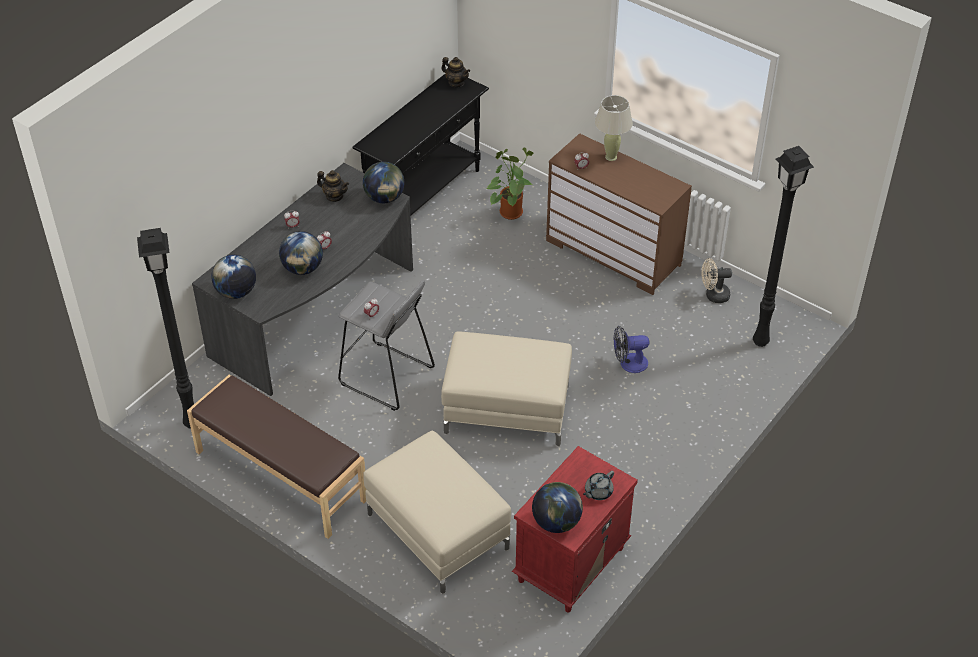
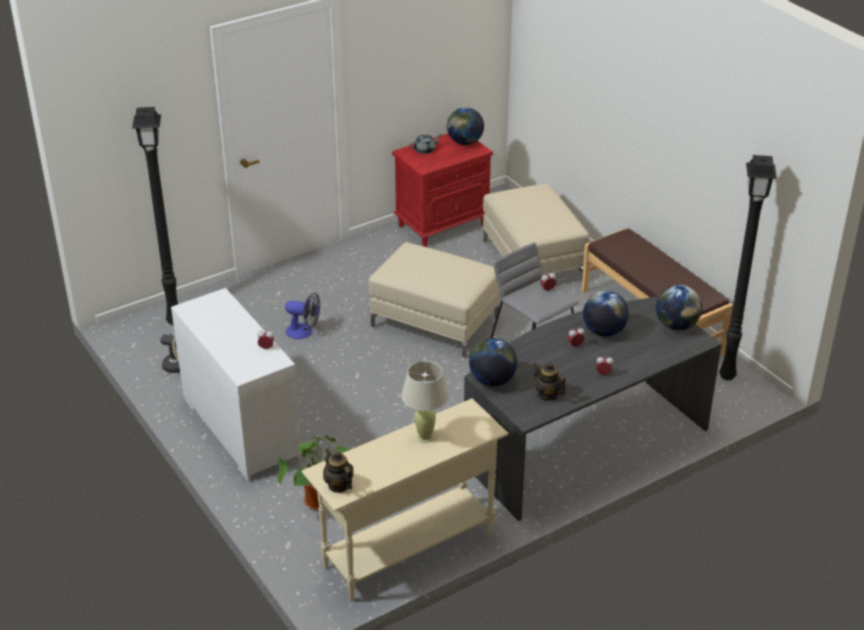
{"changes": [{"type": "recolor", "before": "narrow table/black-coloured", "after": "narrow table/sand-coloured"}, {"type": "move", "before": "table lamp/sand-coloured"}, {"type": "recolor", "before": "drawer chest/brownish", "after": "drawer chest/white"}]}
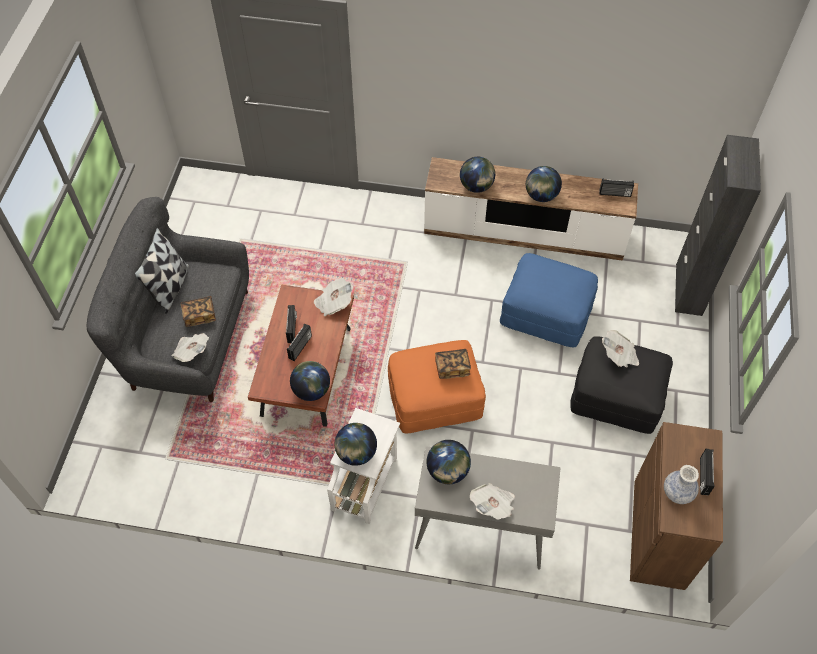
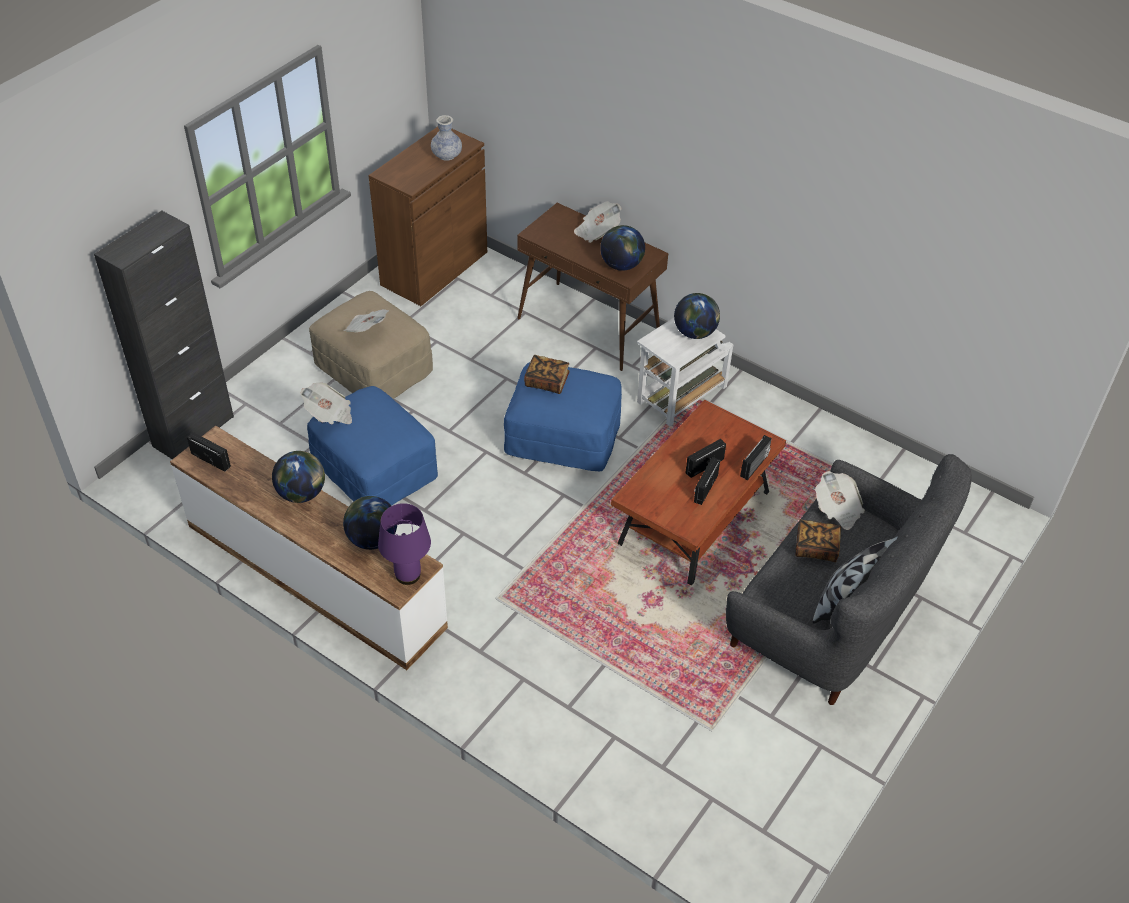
{"changes": [{"type": "move", "before": "newspaper (2nd from left in the first image)", "after": "newspaper (1st from left)"}, {"type": "recolor", "before": "footrest/black-coloured", "after": "footrest/sand-coloured"}, {"type": "recolor", "before": "footrest/orange", "after": "footrest/blue-coloured (2nd from left)"}, {"type": "delete", "before": "globe (1st from left)"}, {"type": "recolor", "before": "narrow table/grey", "after": "narrow table/brownish"}, {"type": "move", "before": "radio set (4th from left)"}, {"type": "insert", "after": "table lamp/purple"}]}
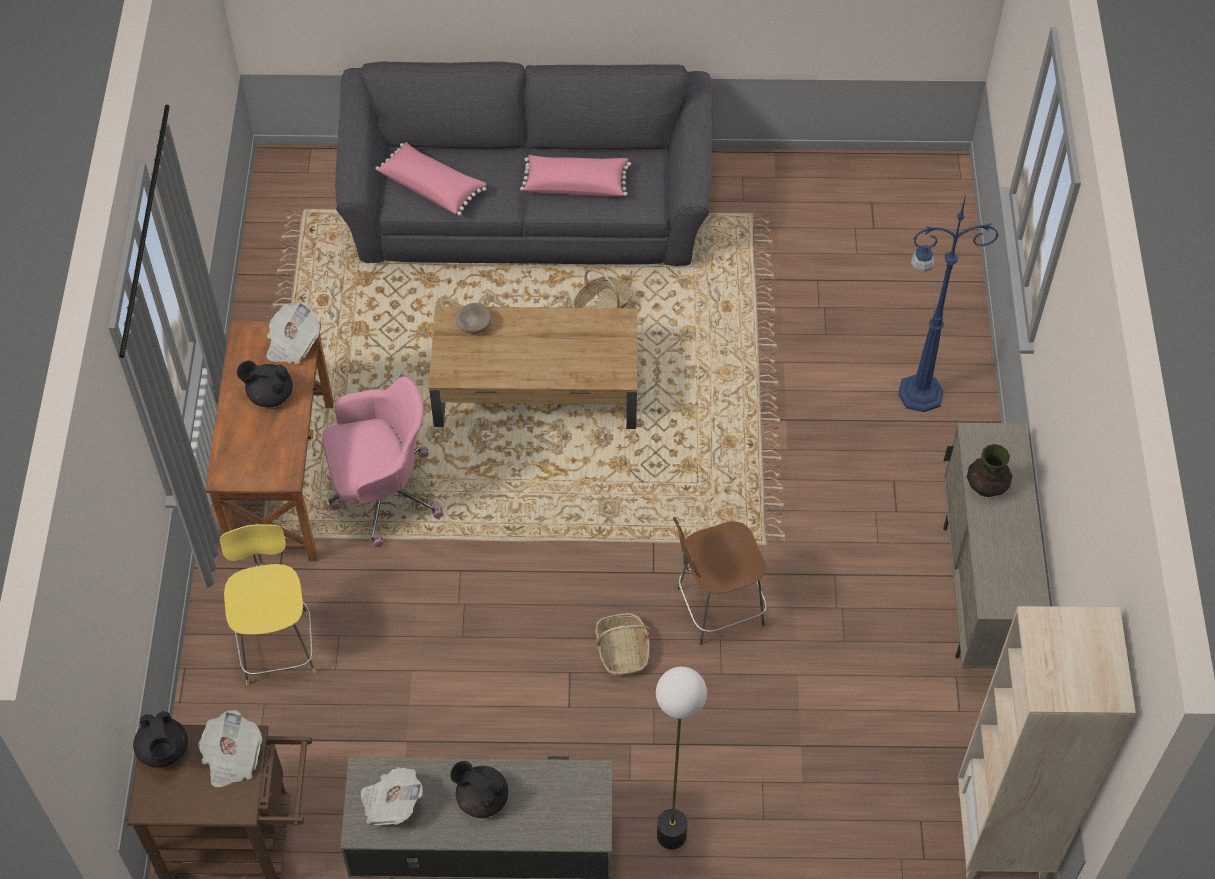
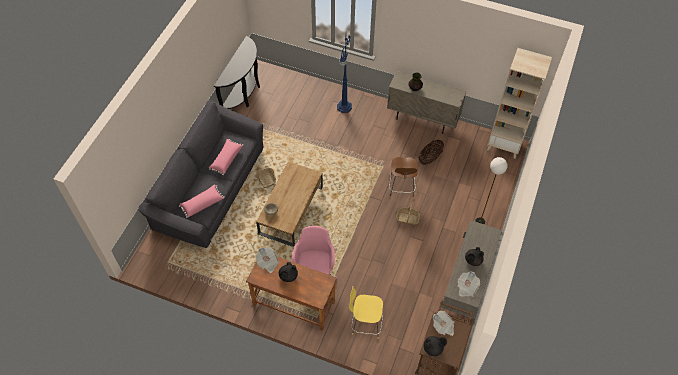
{"changes": [{"type": "insert", "after": "narrow table/black-coloured"}, {"type": "insert", "after": "household basket (3rd from left)"}]}
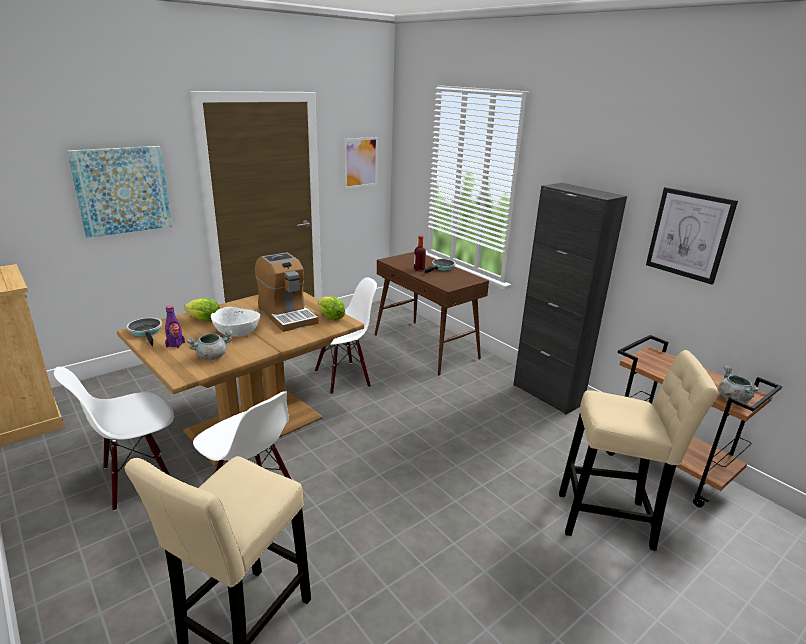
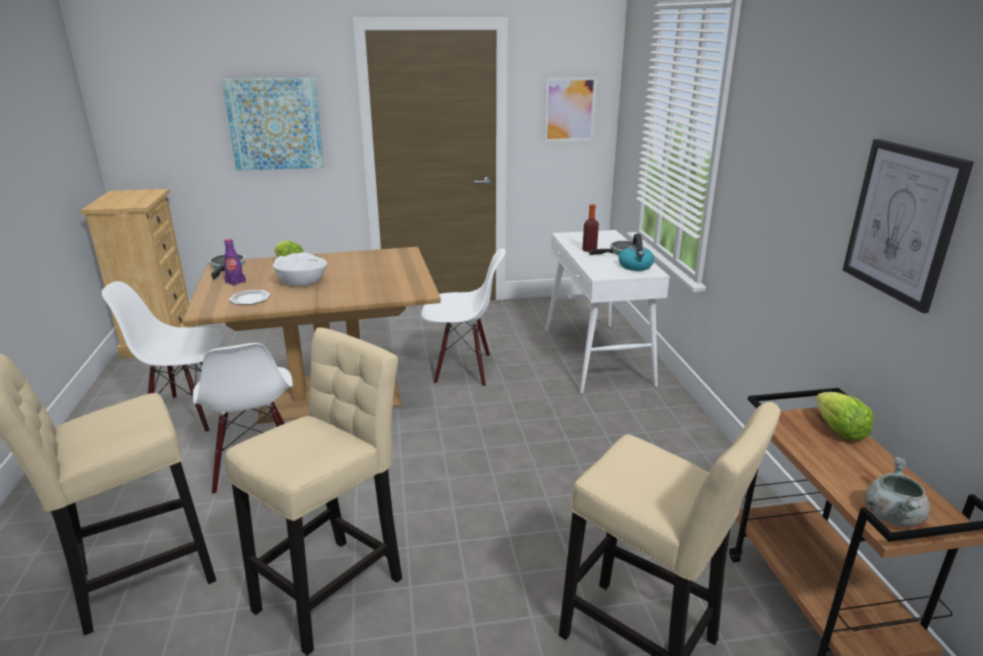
{"changes": [{"type": "delete", "before": "cupboard/black-coloured"}, {"type": "delete", "before": "coffee machine"}, {"type": "recolor", "before": "narrow table/brownish", "after": "narrow table/white"}, {"type": "move", "before": "lettuce (2nd from left)"}, {"type": "replace", "before": "cooking pot/grey (1st from left)", "after": "plate"}, {"type": "insert", "after": "tea kettle"}, {"type": "insert", "after": "stool seat/sand-coloured (2nd from left)"}]}
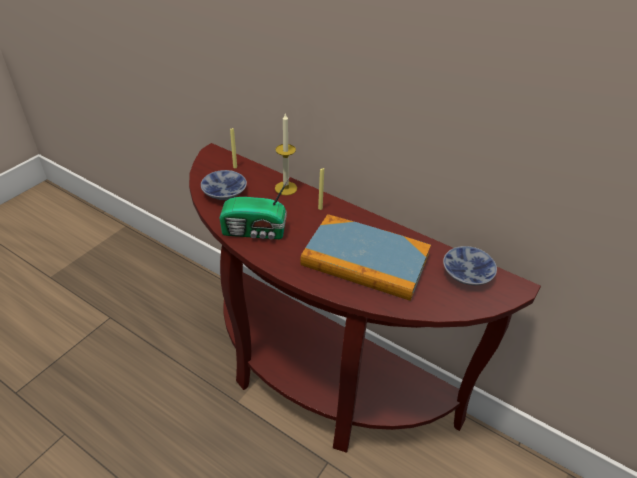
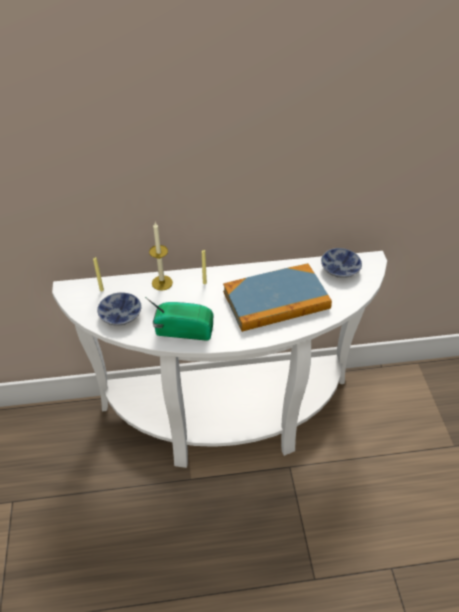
{"changes": [{"type": "recolor", "before": "narrow table/brownish", "after": "narrow table/white"}, {"type": "rotate", "before": "radio set", "turn": -135}]}
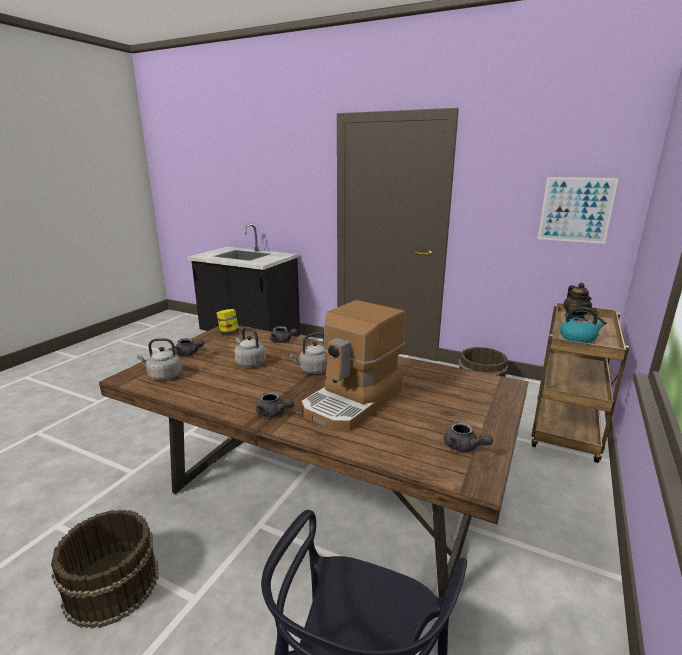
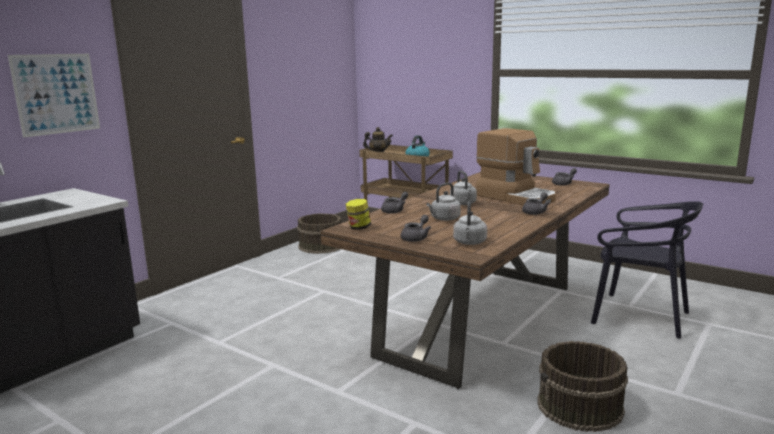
{"changes": [{"type": "move", "before": "picture"}]}
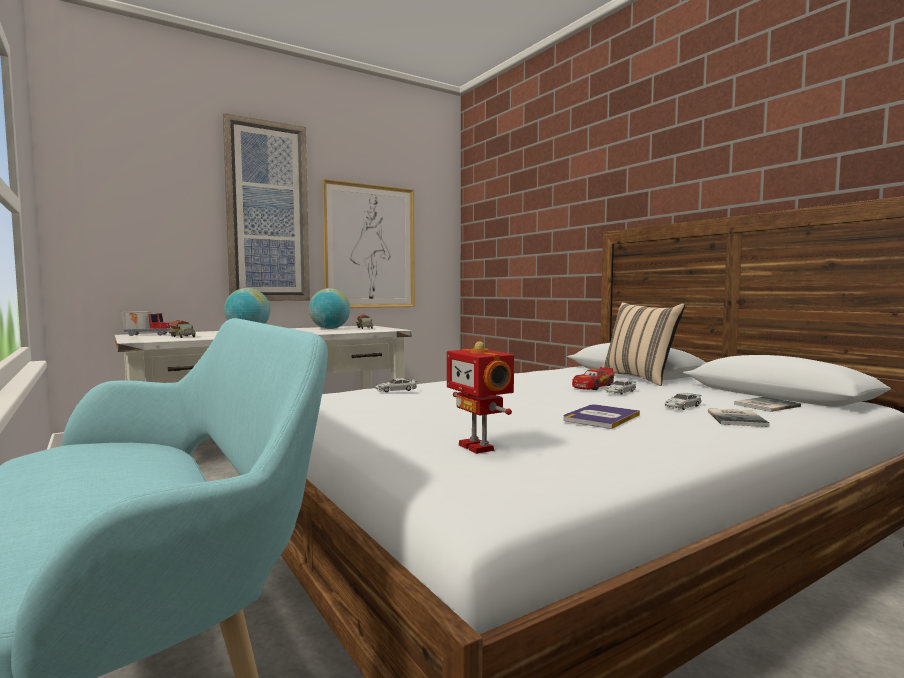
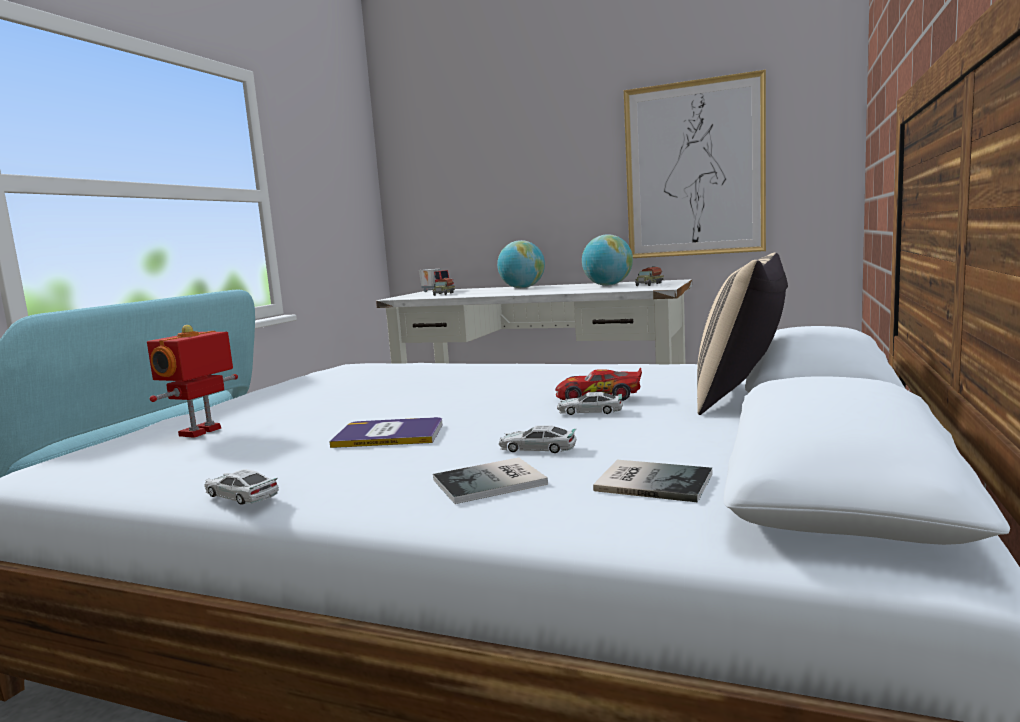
{"changes": [{"type": "delete", "before": "picture (1st from left)"}, {"type": "move", "before": "miniature car (1st from left)"}]}
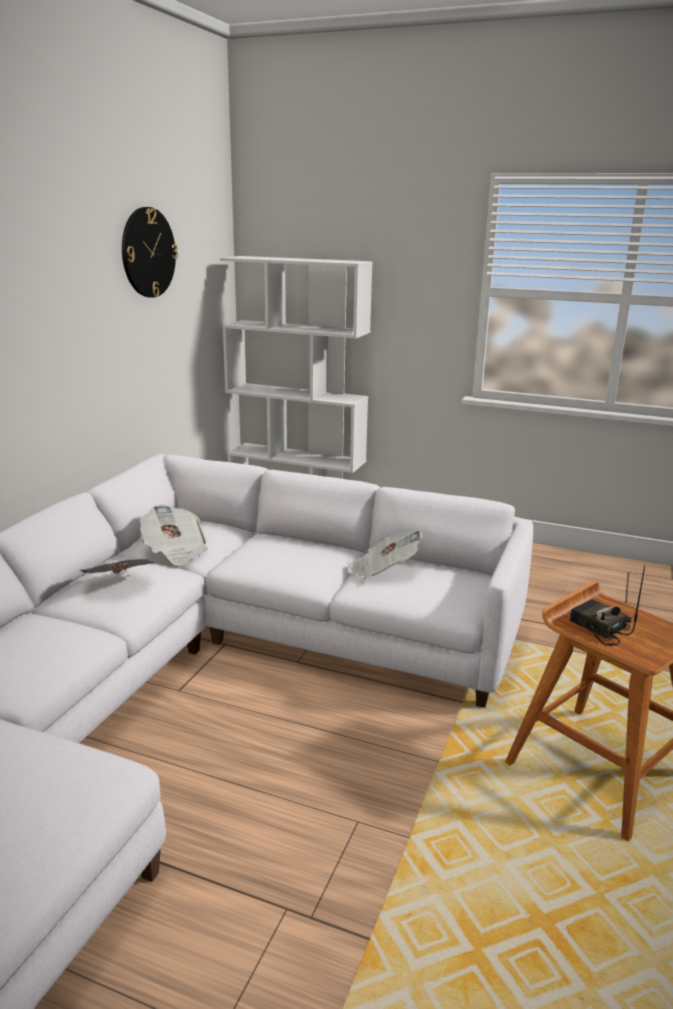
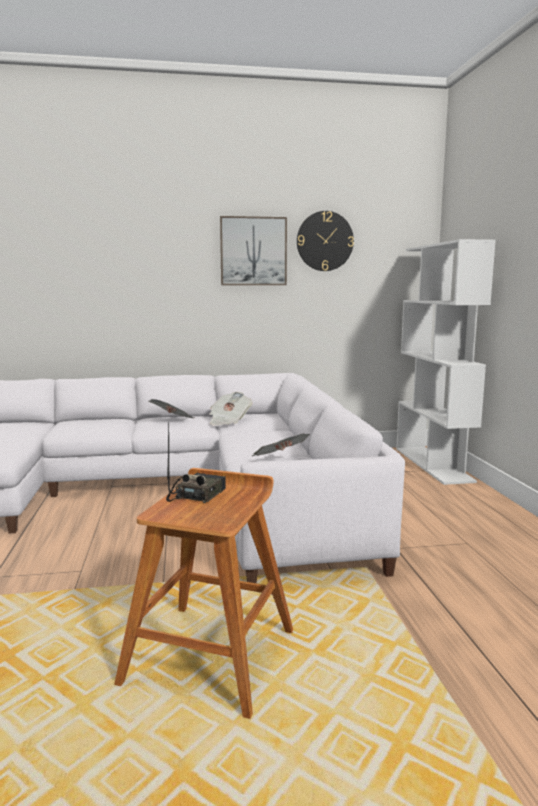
{"changes": [{"type": "insert", "after": "picture"}]}
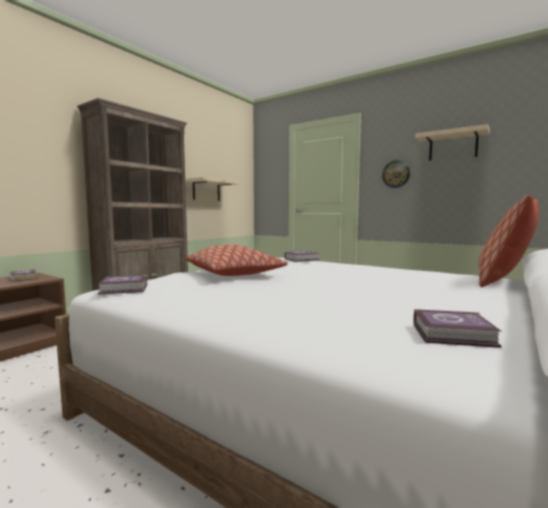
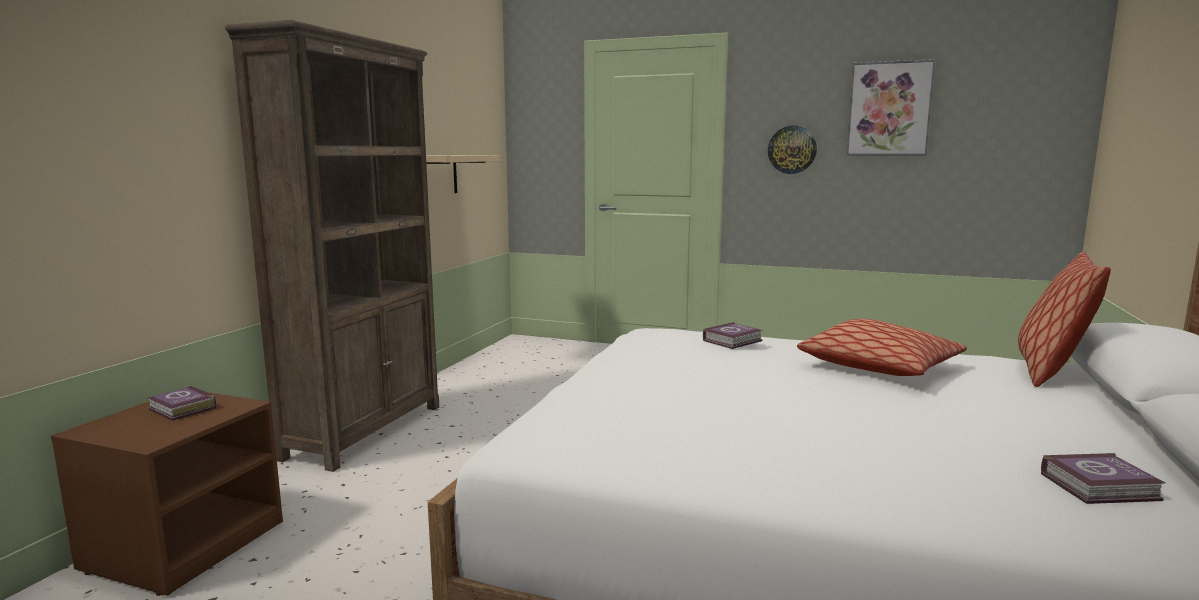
{"changes": [{"type": "replace", "before": "shelf/sand-coloured (2nd from left)", "after": "picture"}, {"type": "move", "before": "cushion (1st from left)"}, {"type": "delete", "before": "book (2nd from left)"}]}
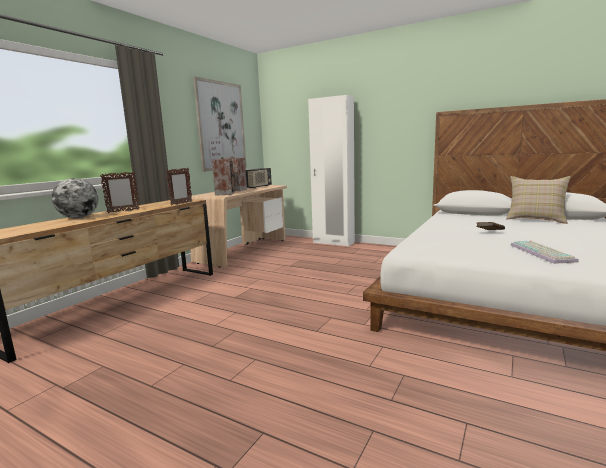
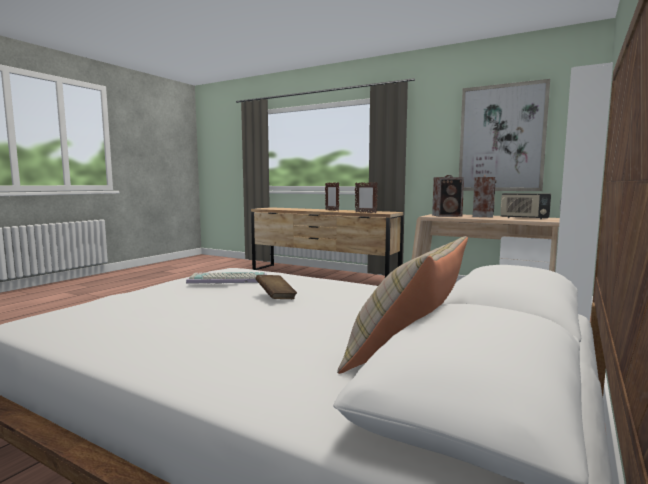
{"changes": [{"type": "delete", "before": "globe"}, {"type": "move", "before": "PC keyboard"}]}
